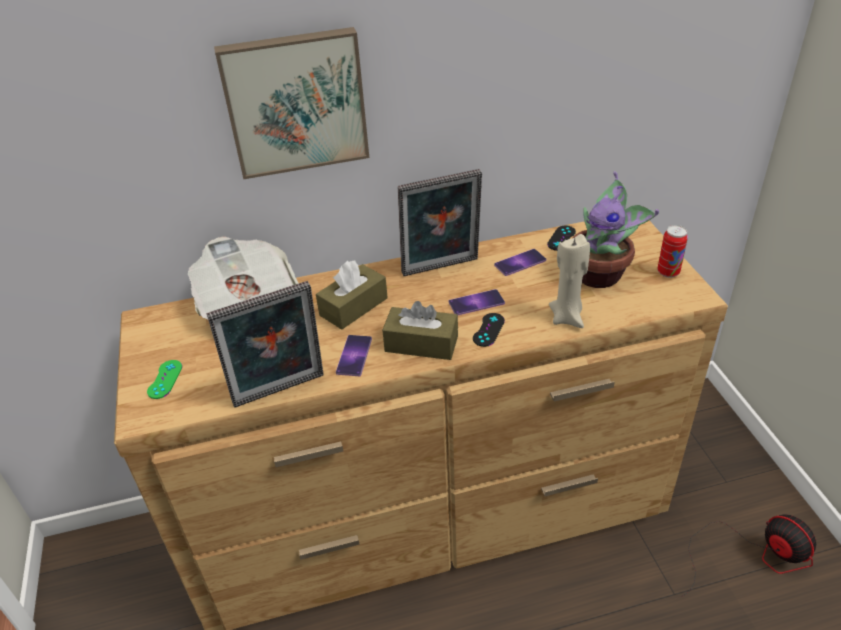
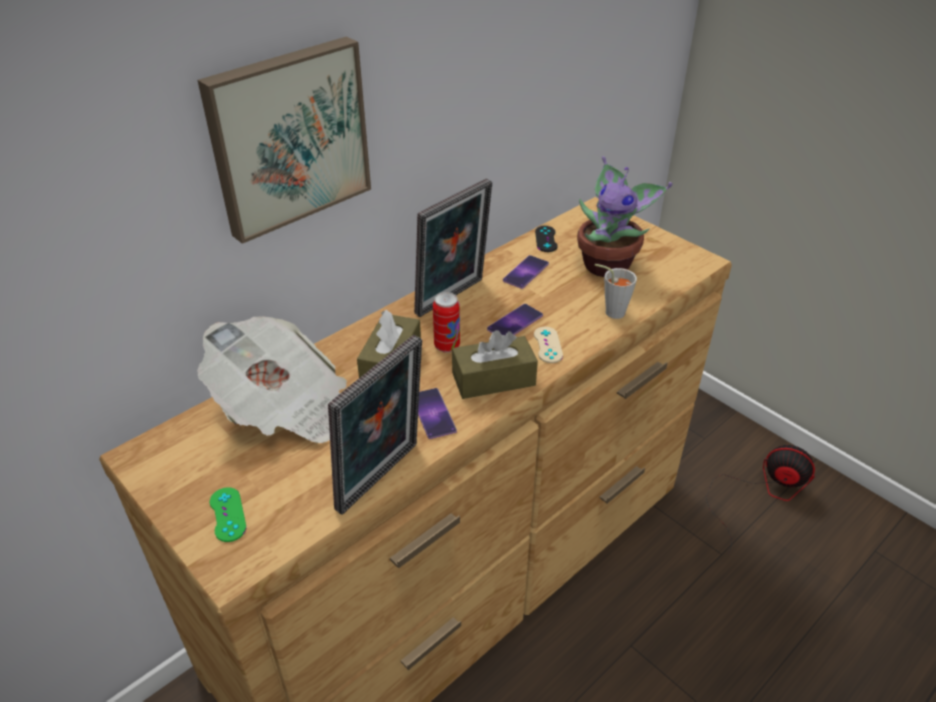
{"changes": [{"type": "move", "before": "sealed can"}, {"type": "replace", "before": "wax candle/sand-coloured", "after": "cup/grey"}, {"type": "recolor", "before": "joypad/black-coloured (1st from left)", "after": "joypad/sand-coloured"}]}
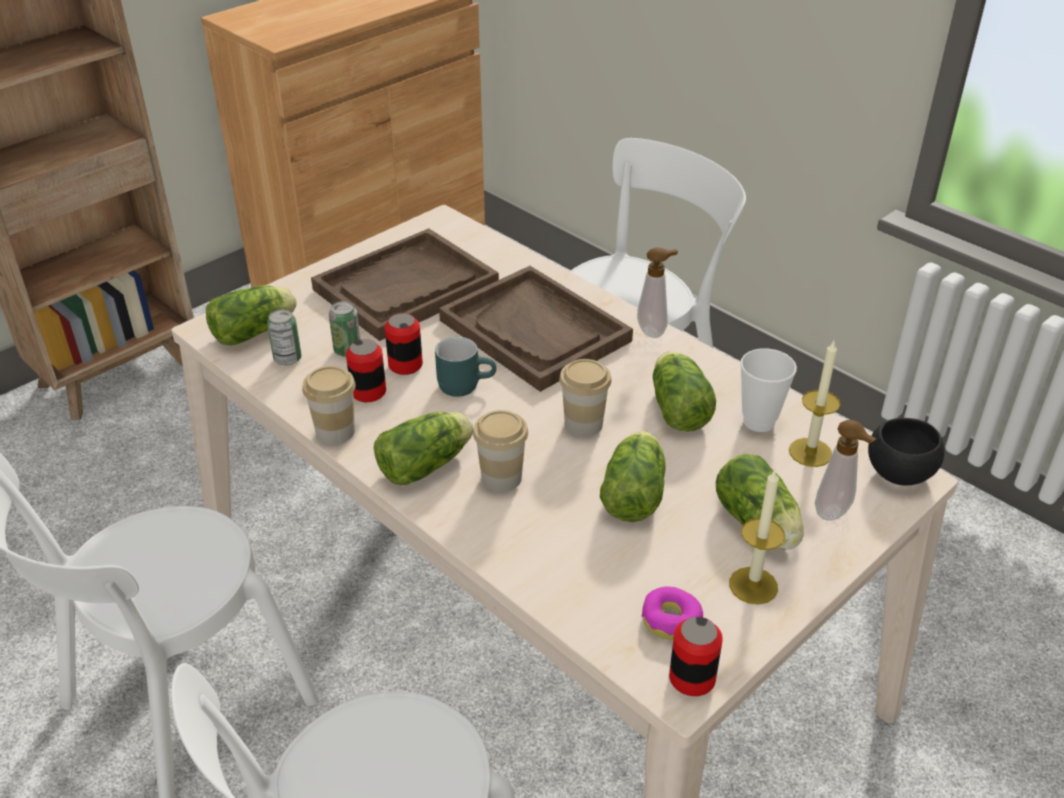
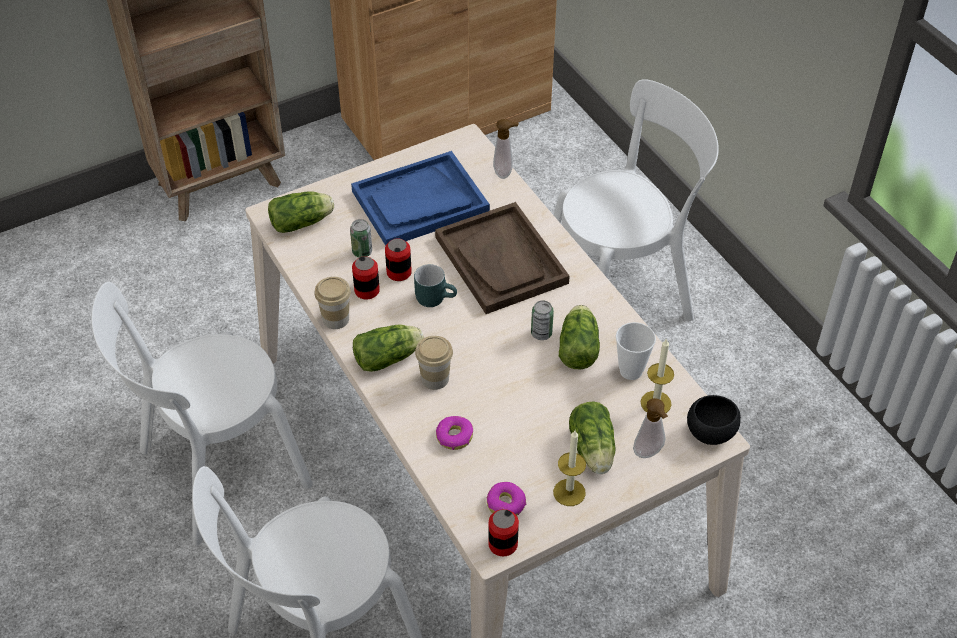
{"changes": [{"type": "recolor", "before": "carrying tray/brownish (1st from left)", "after": "carrying tray/blue-coloured"}, {"type": "move", "before": "soap bottle (1st from left)"}, {"type": "move", "before": "sealed can (1st from left in the first image)", "after": "sealed can (5th from left)"}, {"type": "delete", "before": "cup (3rd from left)"}, {"type": "delete", "before": "lettuce (3rd from left)"}, {"type": "insert", "after": "ring doughnut (1st from left)"}]}
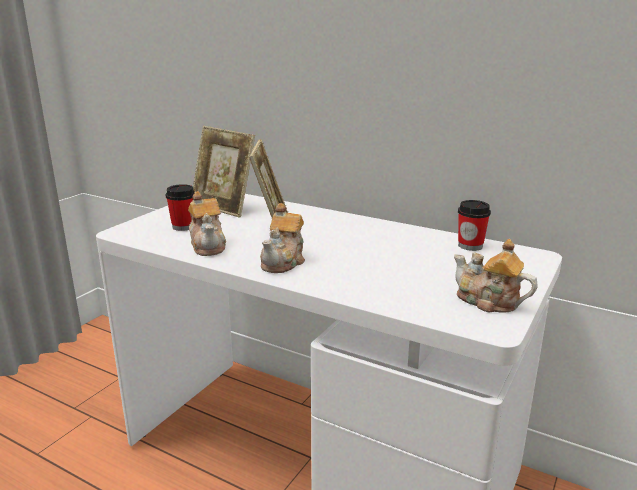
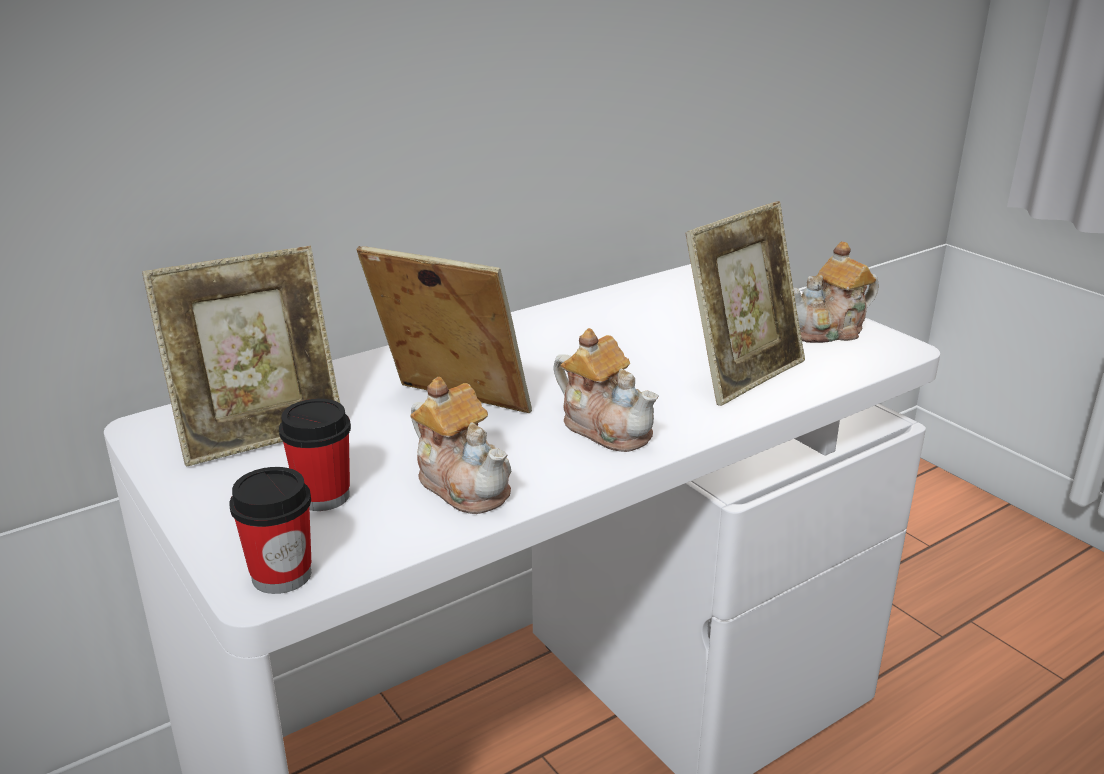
{"changes": [{"type": "rotate", "before": "teapot (1st from left)", "turn": 45}, {"type": "move", "before": "cup (2nd from left in the first image)", "after": "cup (1st from left)"}, {"type": "insert", "after": "picture frame (3rd from left)"}]}
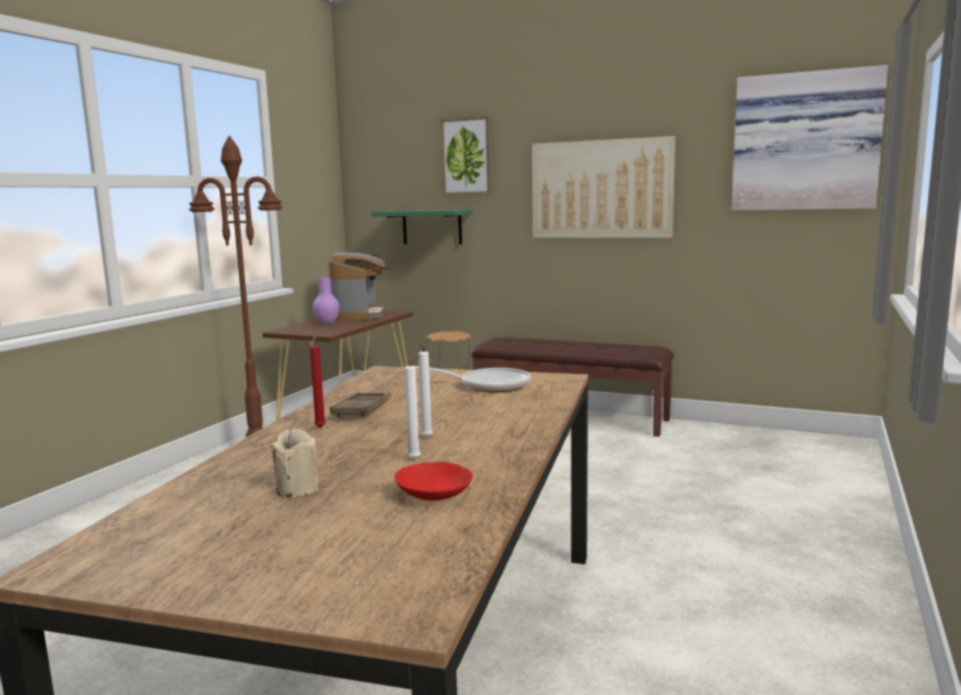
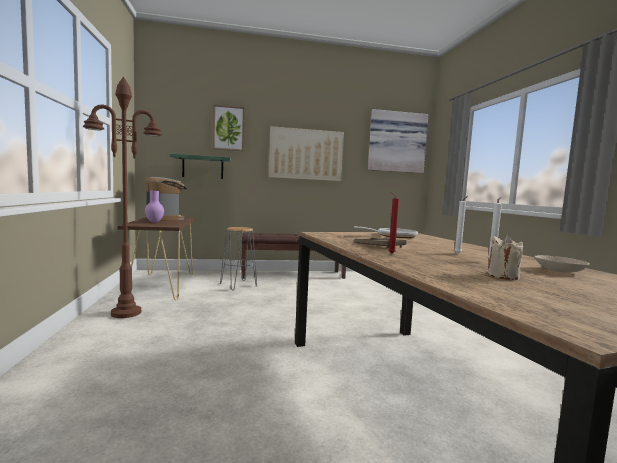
{"changes": [{"type": "recolor", "before": "serving bowl/red-coloured", "after": "serving bowl/sand-coloured"}]}
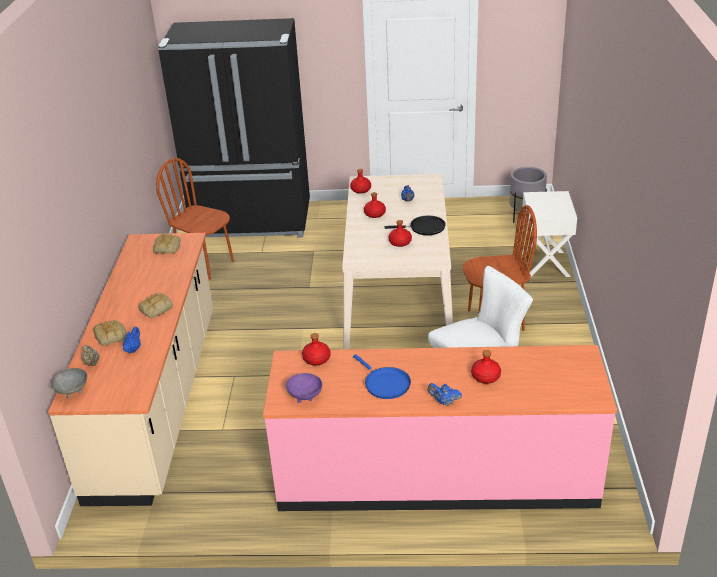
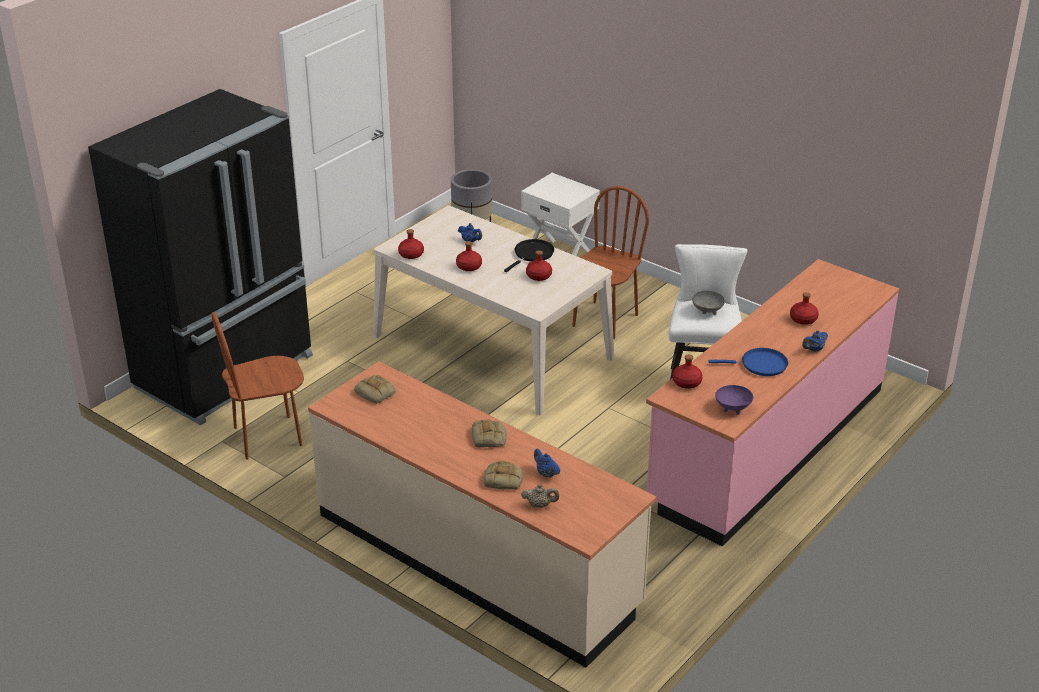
{"changes": [{"type": "move", "before": "serving bowl/grey"}]}
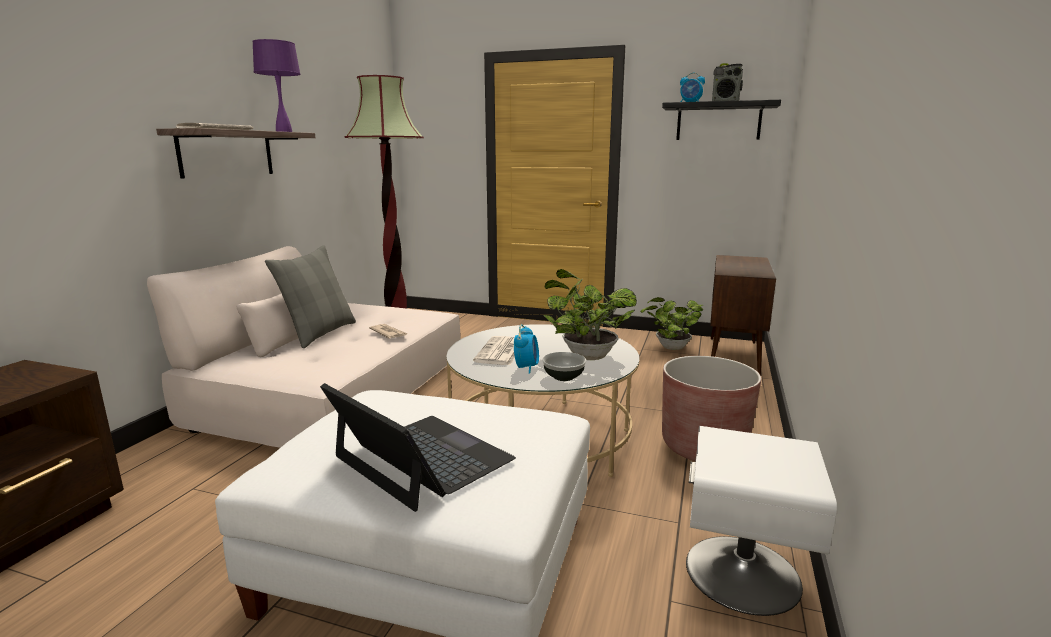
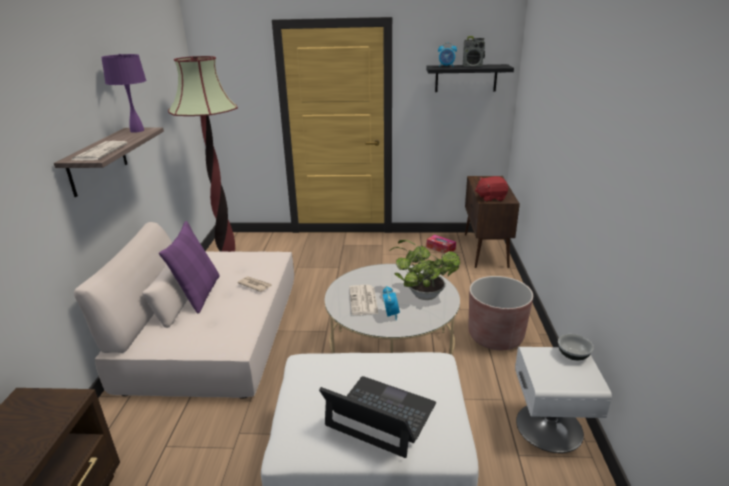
{"changes": [{"type": "recolor", "before": "cushion/grey", "after": "cushion/purple"}, {"type": "replace", "before": "plant in a pot (2nd from left)", "after": "box of tissues"}, {"type": "move", "before": "serving bowl"}, {"type": "insert", "after": "plush toy/red-coloured"}]}
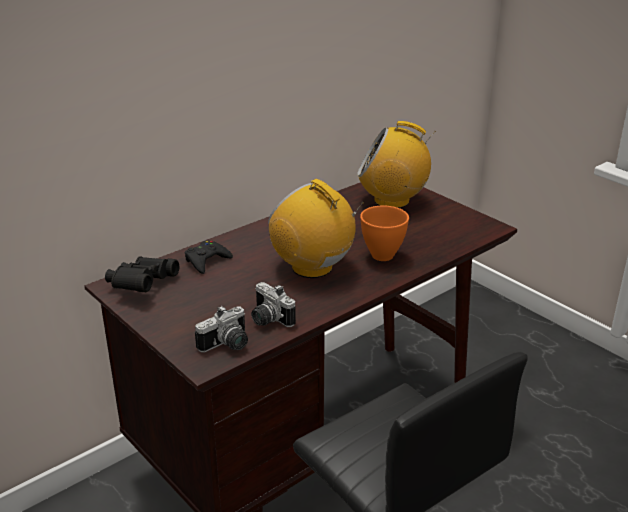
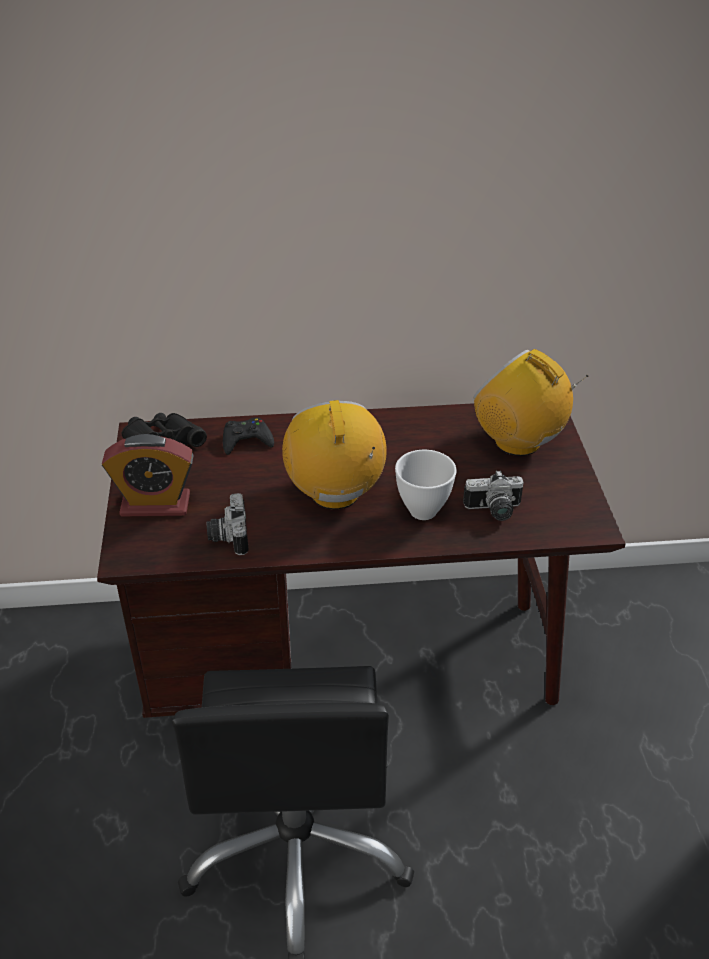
{"changes": [{"type": "recolor", "before": "serving bowl/orange", "after": "serving bowl/white"}, {"type": "move", "before": "photo camera (1st from left in the first image)", "after": "photo camera (2nd from left)"}, {"type": "insert", "after": "alarm clock"}]}
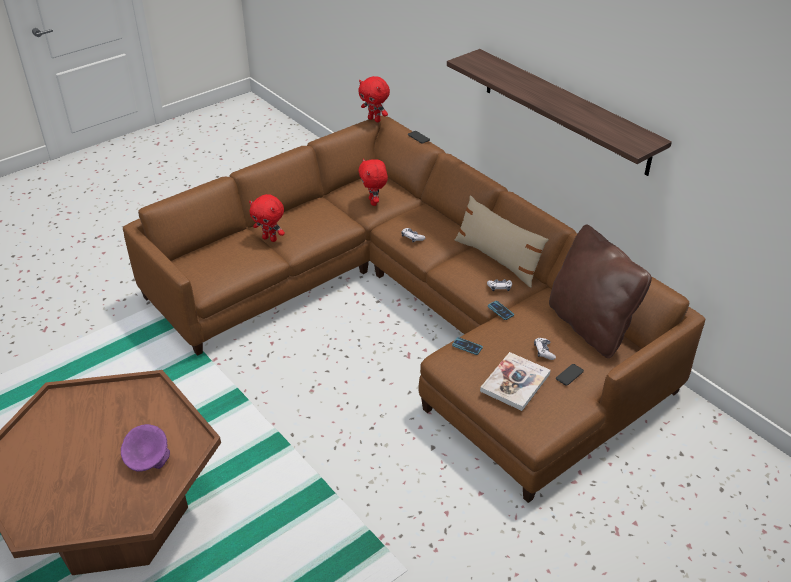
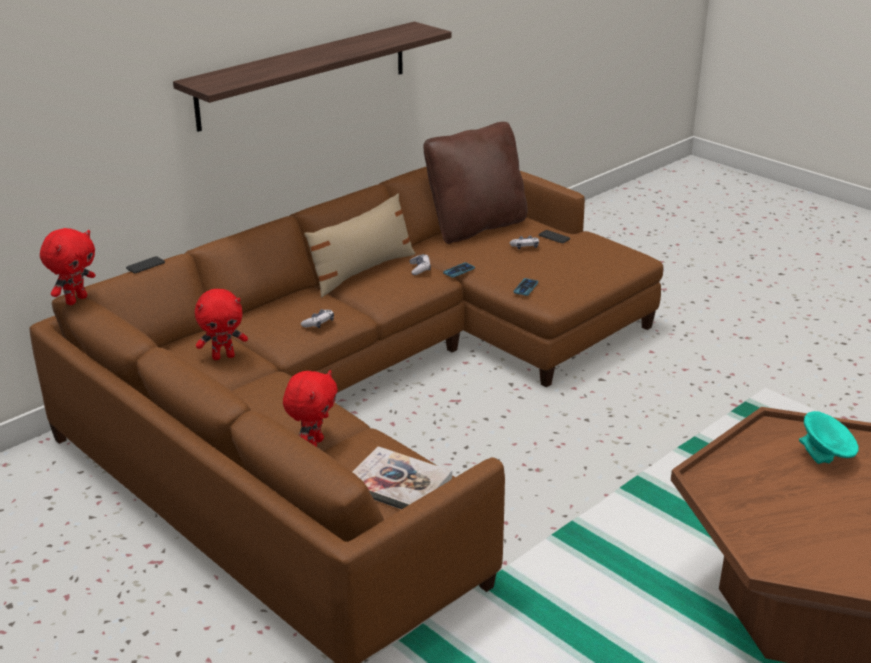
{"changes": [{"type": "move", "before": "book"}, {"type": "recolor", "before": "serving bowl/purple", "after": "serving bowl/turquoise"}]}
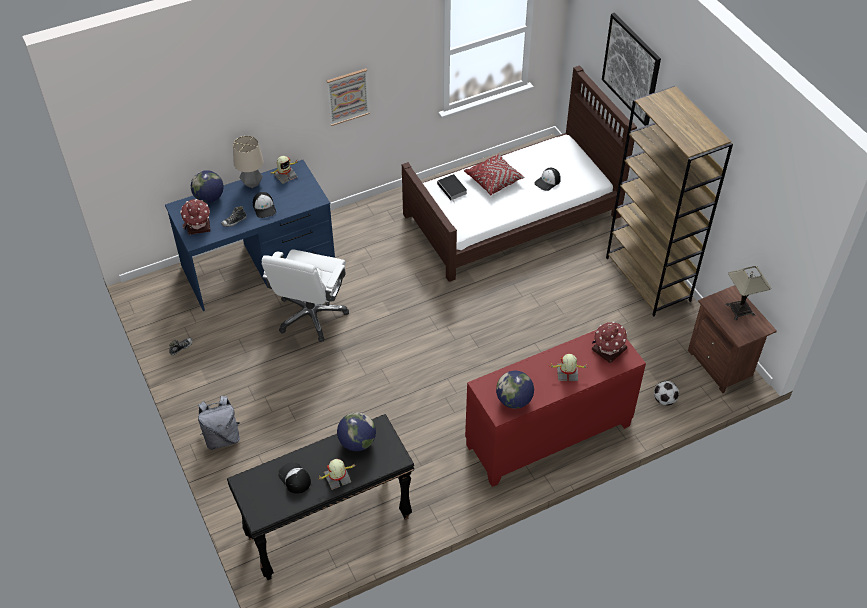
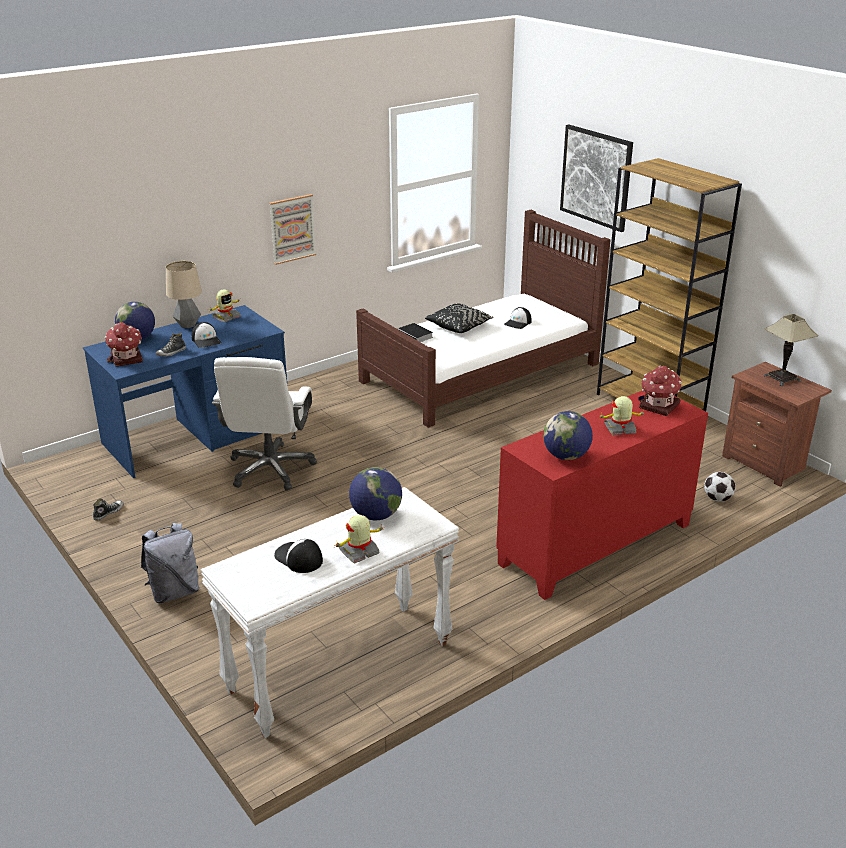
{"changes": [{"type": "recolor", "before": "cushion/red-coloured", "after": "cushion/black-coloured"}, {"type": "recolor", "before": "narrow table/black-coloured", "after": "narrow table/white"}]}
